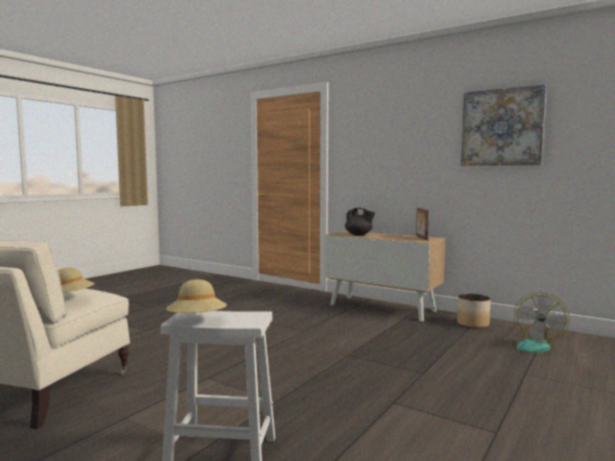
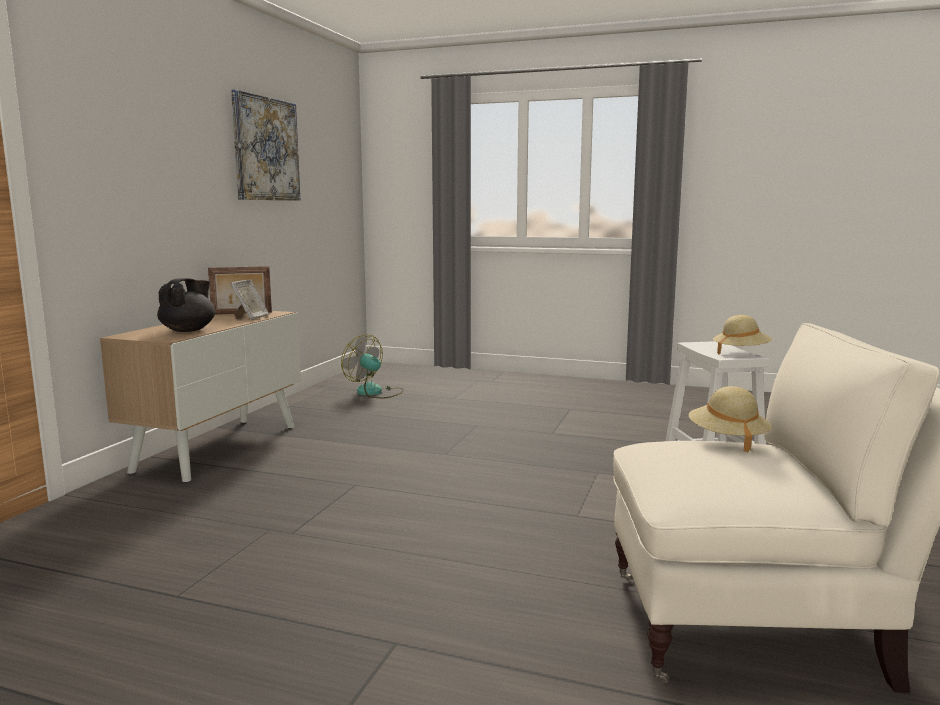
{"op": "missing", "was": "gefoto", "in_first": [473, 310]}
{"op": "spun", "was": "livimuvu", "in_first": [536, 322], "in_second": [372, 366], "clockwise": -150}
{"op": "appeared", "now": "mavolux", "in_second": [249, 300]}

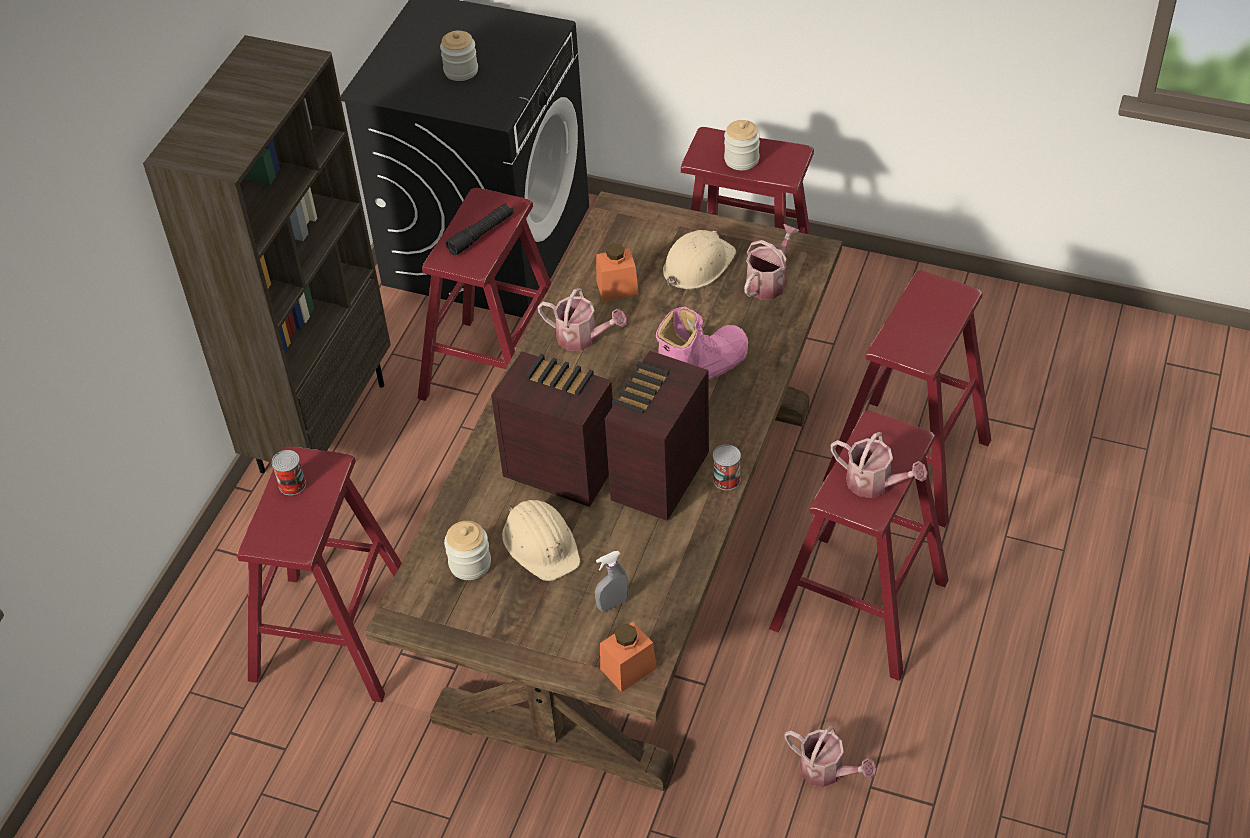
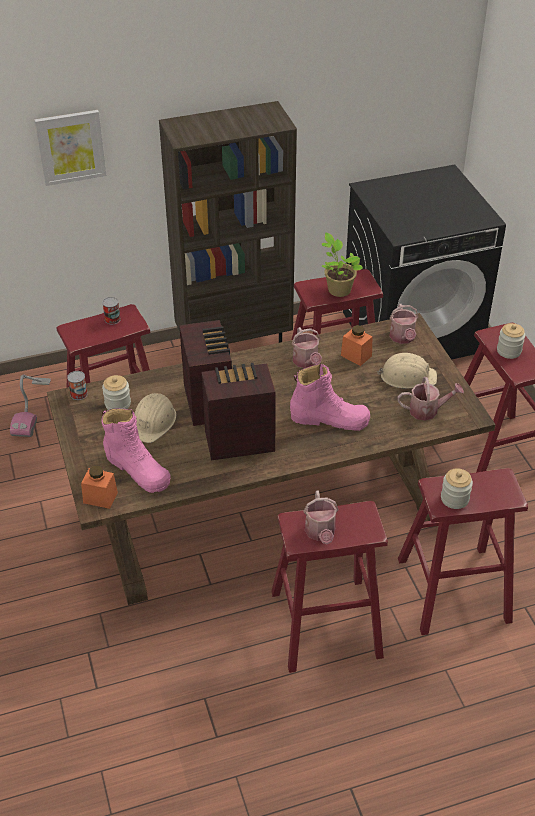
{"op": "relocated", "was": "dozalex", "in_first": [459, 56], "in_second": [457, 488]}
{"op": "exchanged", "was": "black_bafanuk", "now": "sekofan", "in_first": [479, 229], "in_second": [342, 264]}
{"op": "exchanged", "was": "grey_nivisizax", "now": "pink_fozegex", "in_first": [612, 581], "in_second": [136, 450]}
{"op": "relocated", "was": "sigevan", "in_first": [727, 467], "in_second": [77, 385]}
{"op": "relocated", "was": "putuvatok", "in_first": [830, 756], "in_second": [404, 324]}
{"op": "appeared", "now": "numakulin", "in_second": [30, 405]}
{"op": "appeared", "now": "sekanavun", "in_second": [71, 148]}

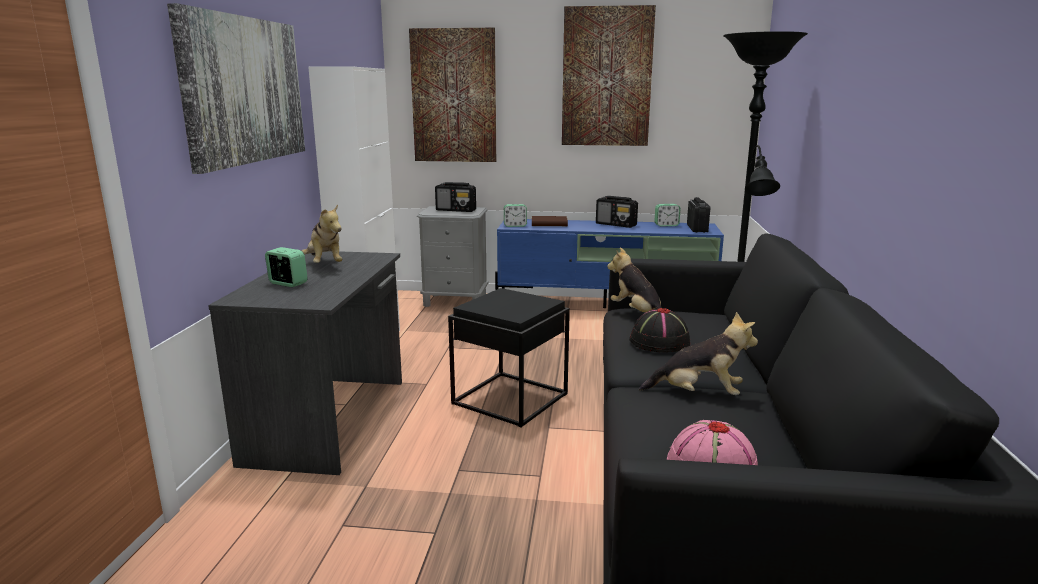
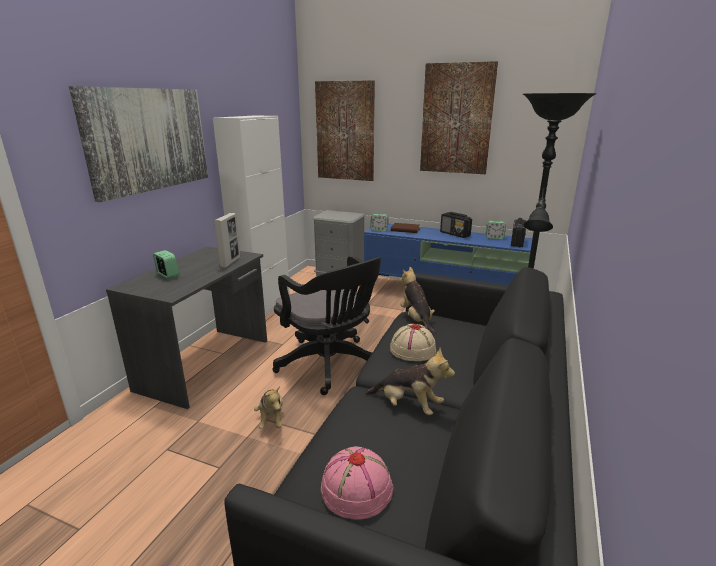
{"op": "relocated", "was": "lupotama", "in_first": [322, 233], "in_second": [268, 407]}
{"op": "missing", "was": "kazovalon", "in_first": [455, 197]}
{"op": "exchanged", "was": "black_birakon", "now": "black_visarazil", "in_first": [509, 358], "in_second": [326, 325]}
{"op": "colour", "was": "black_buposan", "now": "beige_buposan", "in_first": [659, 330], "in_second": [413, 342]}
{"op": "appeared", "now": "mavolux", "in_second": [227, 240]}

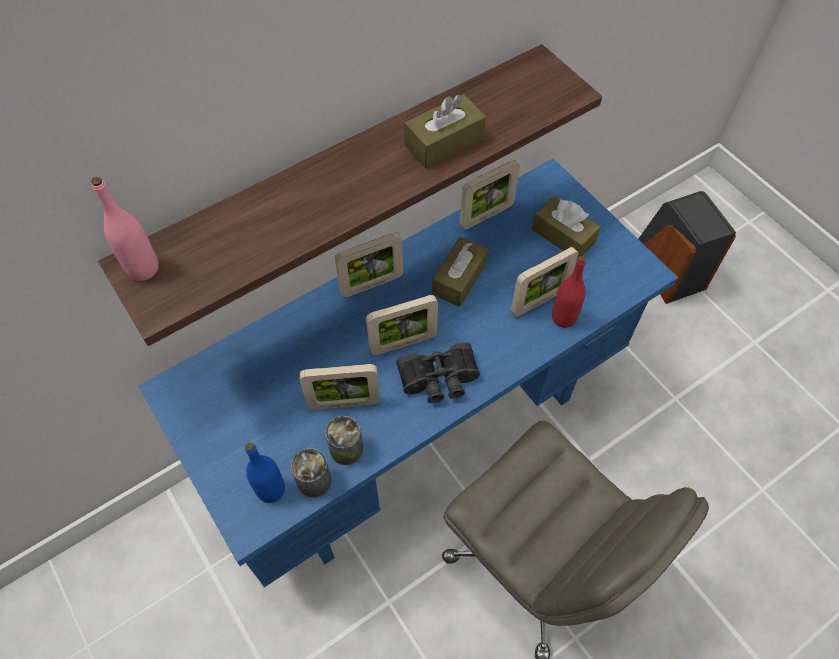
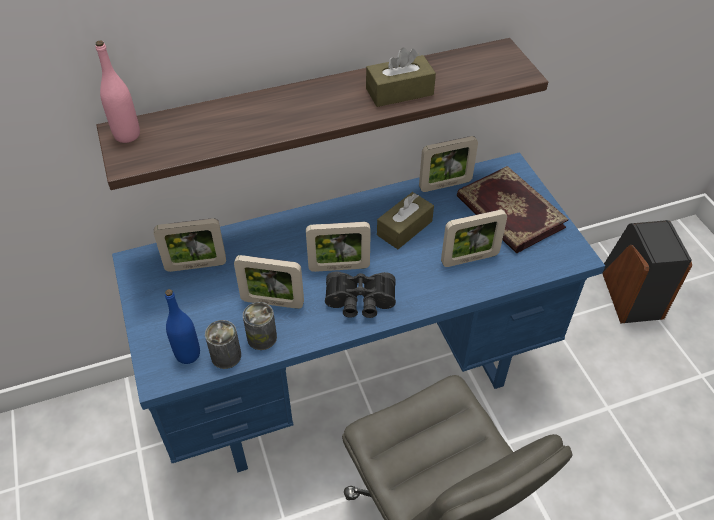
{"op": "relocated", "was": "mavolux", "in_first": [369, 265], "in_second": [190, 245]}
{"op": "exchanged", "was": "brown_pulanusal", "now": "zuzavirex", "in_first": [566, 228], "in_second": [513, 209]}
{"op": "missing", "was": "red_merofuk", "in_first": [569, 292]}

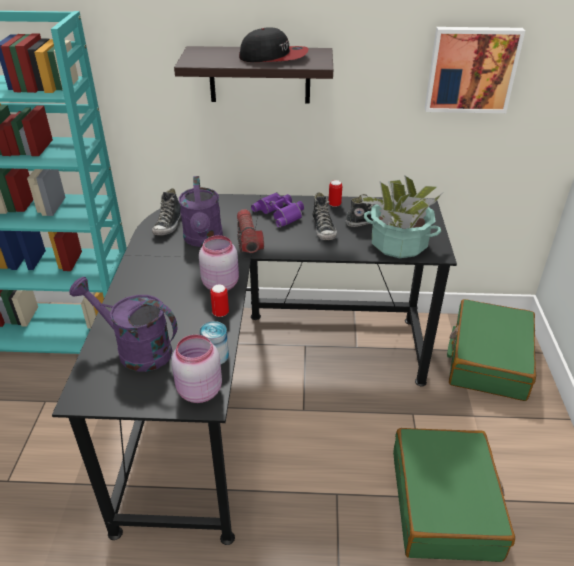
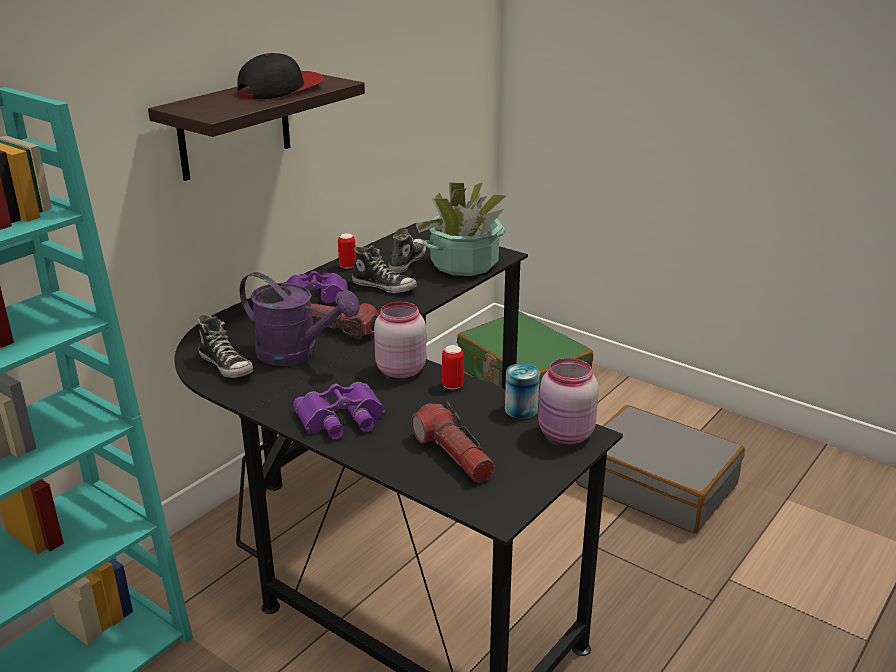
{"op": "exchanged", "was": "purple_putuvatok", "now": "bafanuk", "in_first": [123, 324], "in_second": [453, 442]}
{"op": "colour", "was": "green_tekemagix", "now": "grey_tekemagix", "in_first": [454, 495], "in_second": [660, 469]}
{"op": "missing", "was": "sekanavun", "in_first": [475, 70]}
{"op": "appeared", "now": "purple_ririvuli", "in_second": [339, 411]}

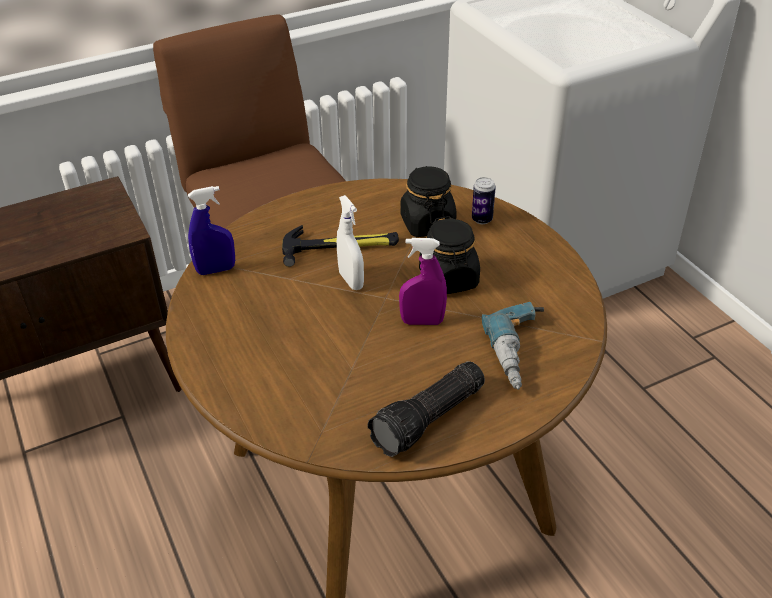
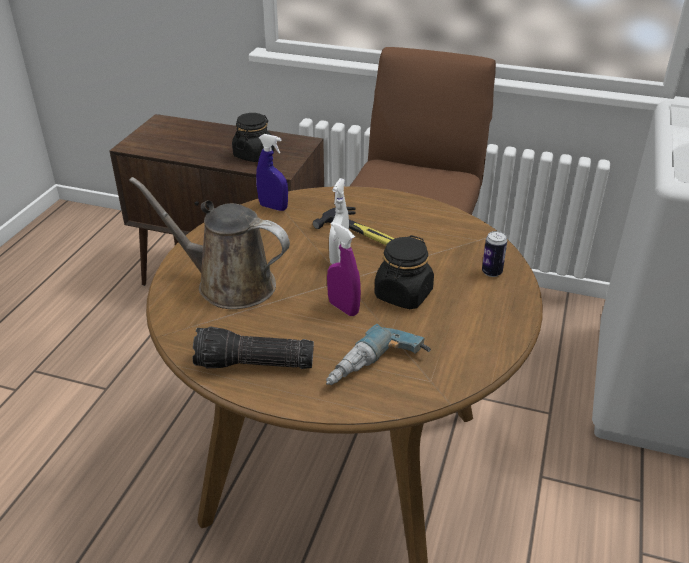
{"op": "relocated", "was": "black_dozalex", "in_first": [429, 201], "in_second": [253, 137]}
{"op": "appeared", "now": "brown_putuvatok", "in_second": [209, 243]}

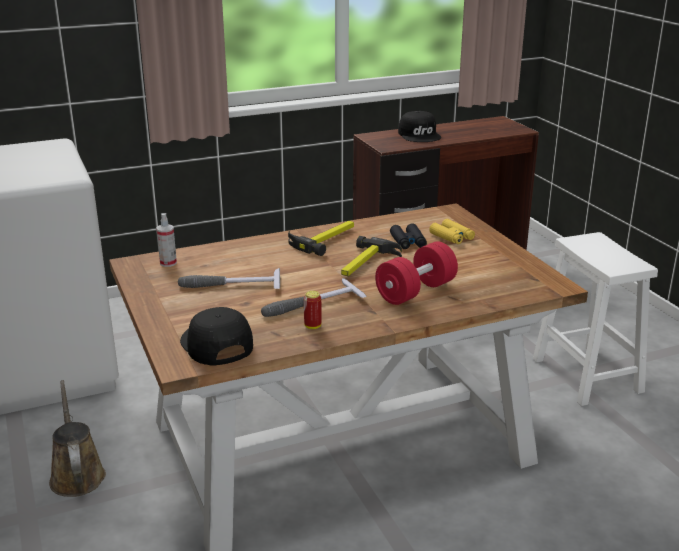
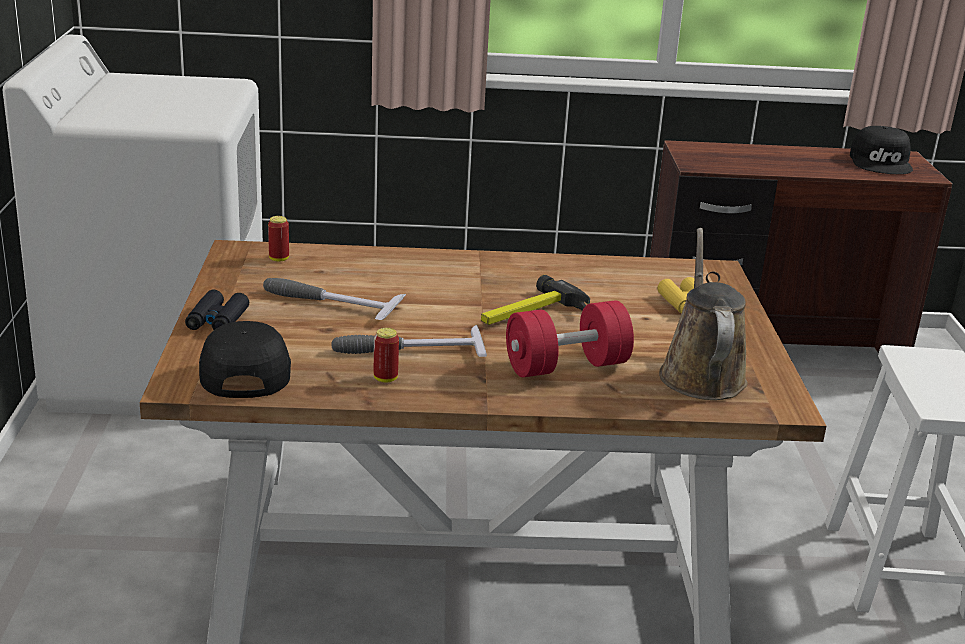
{"op": "relocated", "was": "brown_putuvatok", "in_first": [77, 438], "in_second": [703, 314]}
{"op": "exchanged", "was": "nivisizax", "now": "sigevan", "in_first": [166, 240], "in_second": [278, 239]}
{"op": "missing", "was": "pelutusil", "in_first": [321, 238]}
{"op": "relocated", "was": "black_ririvuli", "in_first": [408, 236], "in_second": [217, 310]}
{"op": "relocated", "was": "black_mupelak", "in_first": [419, 126], "in_second": [881, 150]}

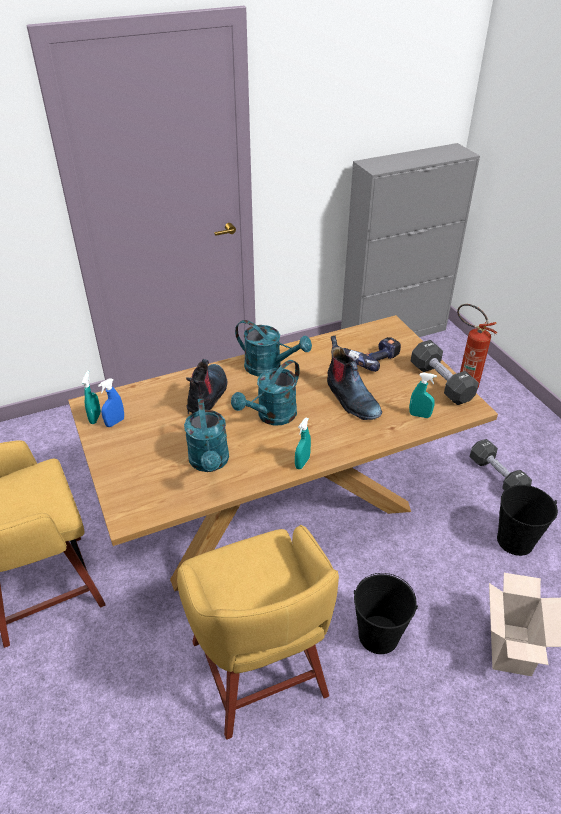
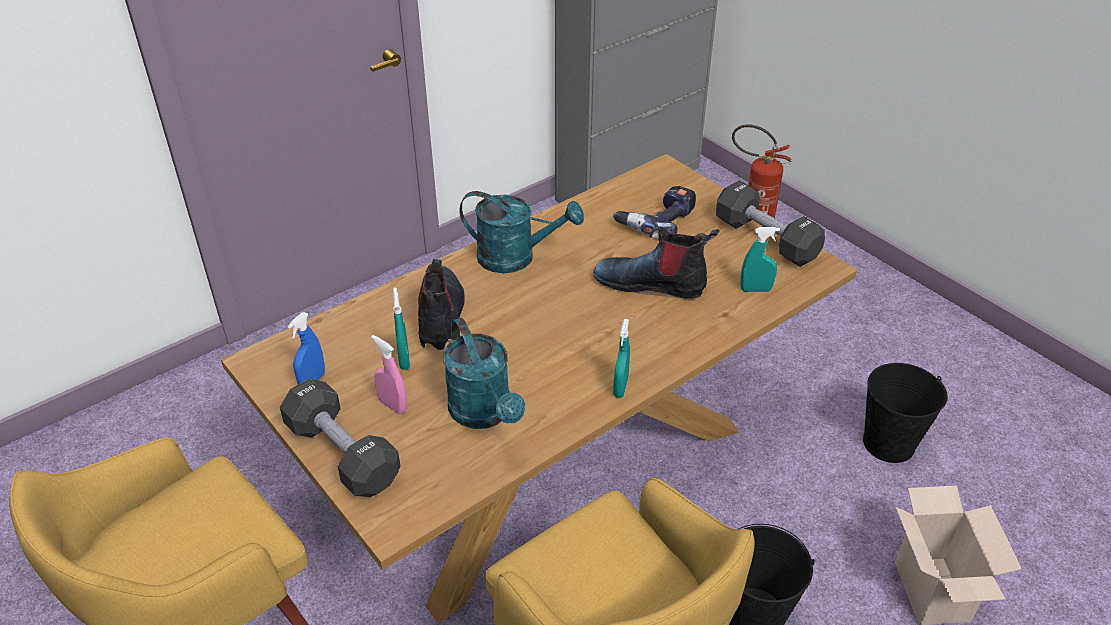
{"op": "relocated", "was": "turquoise_nivisizax", "in_first": [91, 397], "in_second": [401, 328]}
{"op": "missing", "was": "turquoise_putuvatok", "in_first": [265, 393]}
{"op": "spun", "was": "fozegex", "in_first": [354, 378], "in_second": [656, 262], "clockwise": 150}
{"op": "relocated", "was": "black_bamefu", "in_first": [501, 465], "in_second": [340, 437]}
{"op": "appeared", "now": "pink_nivisizax", "in_second": [389, 374]}

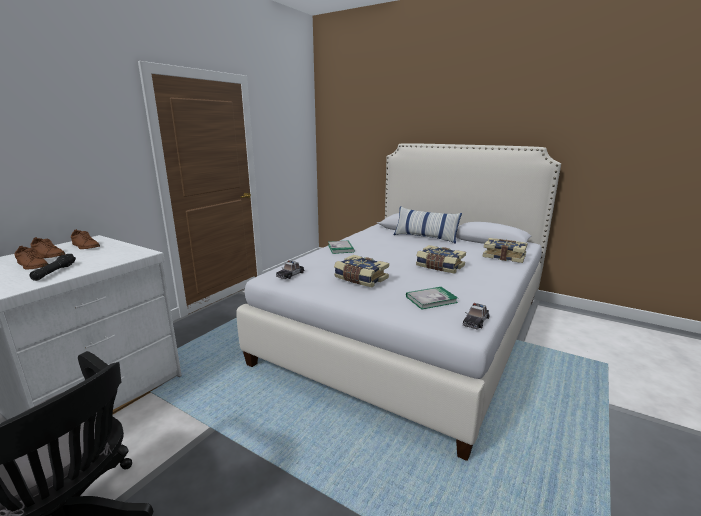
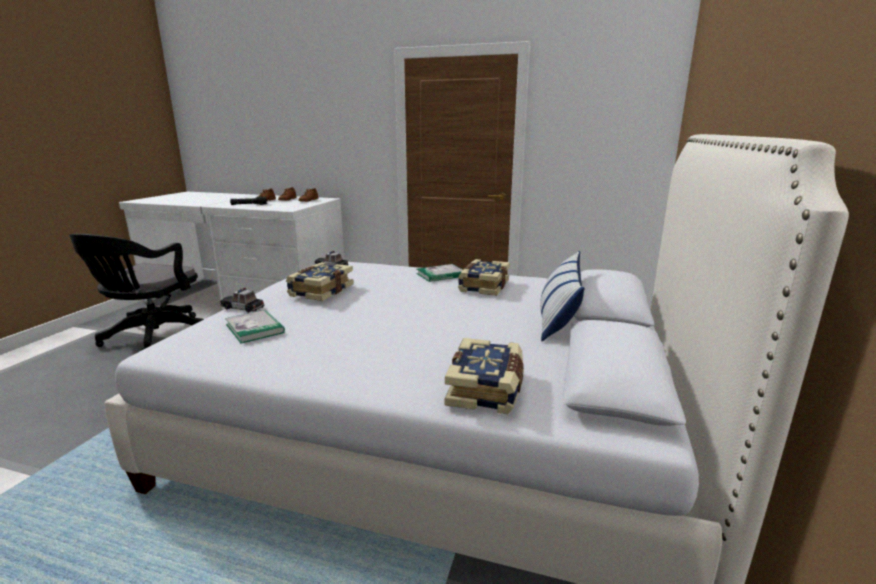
{"op": "relocated", "was": "zuzavirex", "in_first": [441, 259], "in_second": [484, 277]}
{"op": "relocated", "was": "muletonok", "in_first": [476, 316], "in_second": [242, 300]}

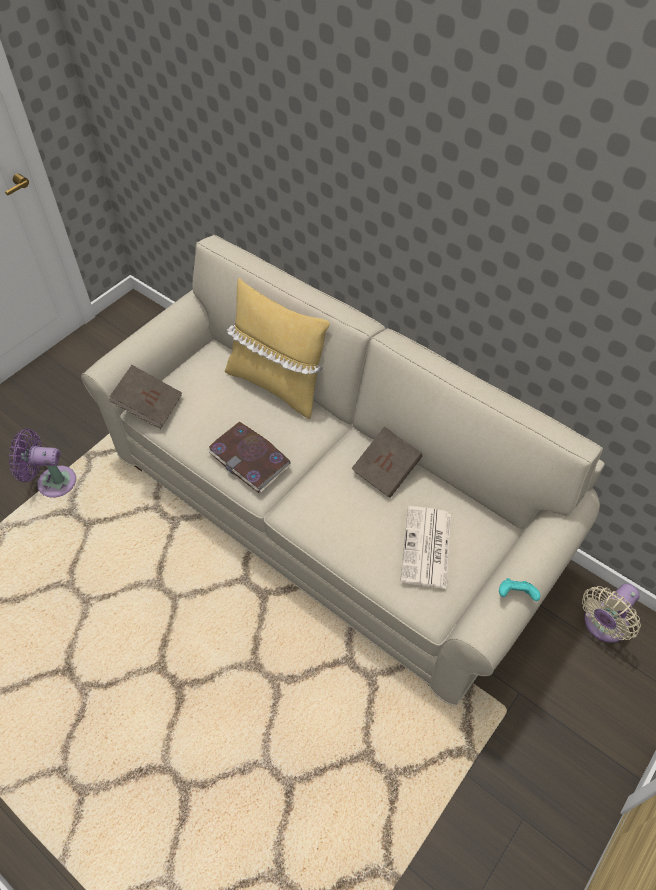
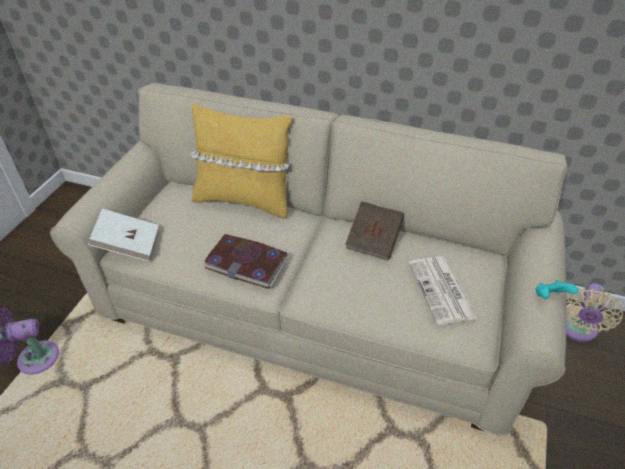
{"op": "colour", "was": "brown_zuzavirex", "now": "white_zuzavirex", "in_first": [145, 397], "in_second": [123, 235]}

